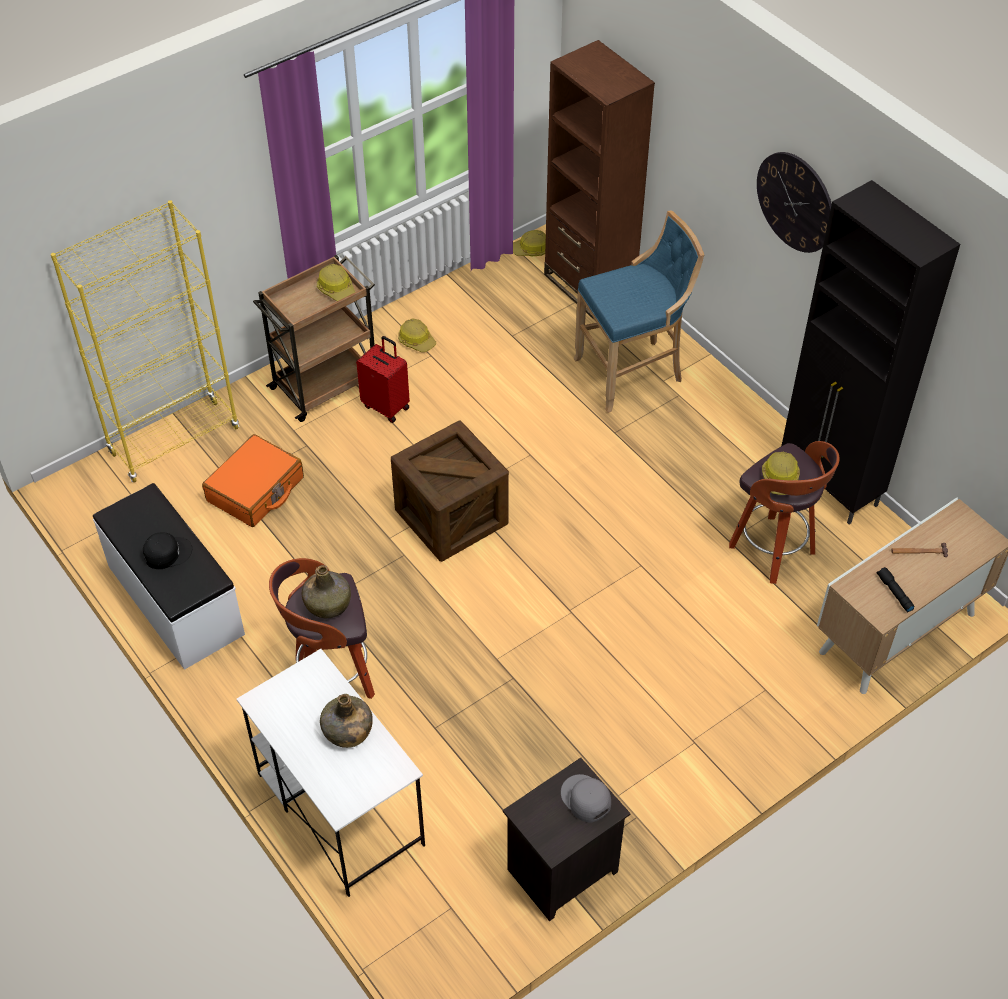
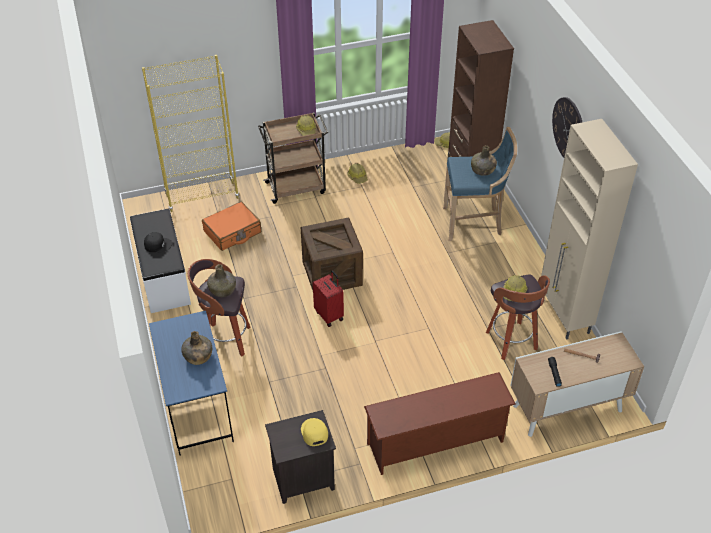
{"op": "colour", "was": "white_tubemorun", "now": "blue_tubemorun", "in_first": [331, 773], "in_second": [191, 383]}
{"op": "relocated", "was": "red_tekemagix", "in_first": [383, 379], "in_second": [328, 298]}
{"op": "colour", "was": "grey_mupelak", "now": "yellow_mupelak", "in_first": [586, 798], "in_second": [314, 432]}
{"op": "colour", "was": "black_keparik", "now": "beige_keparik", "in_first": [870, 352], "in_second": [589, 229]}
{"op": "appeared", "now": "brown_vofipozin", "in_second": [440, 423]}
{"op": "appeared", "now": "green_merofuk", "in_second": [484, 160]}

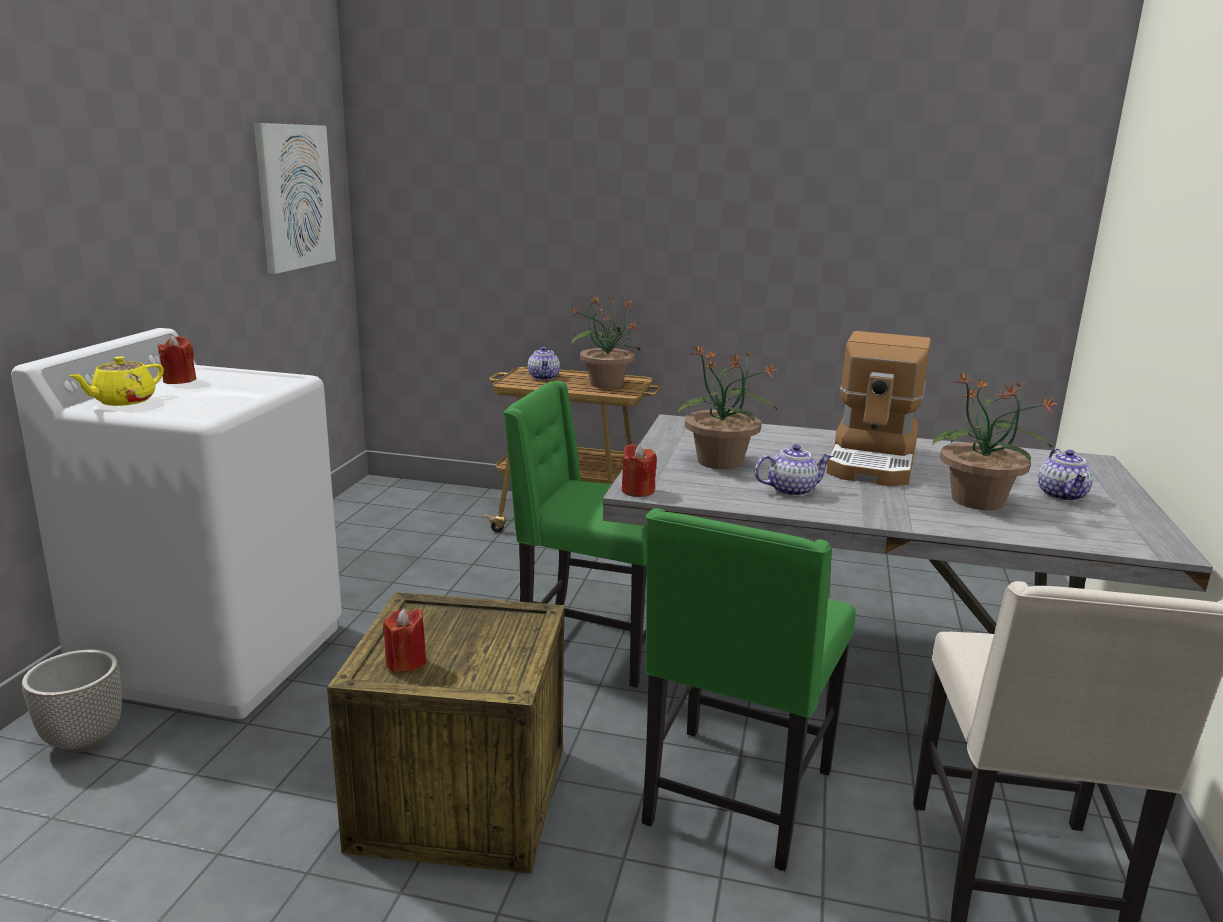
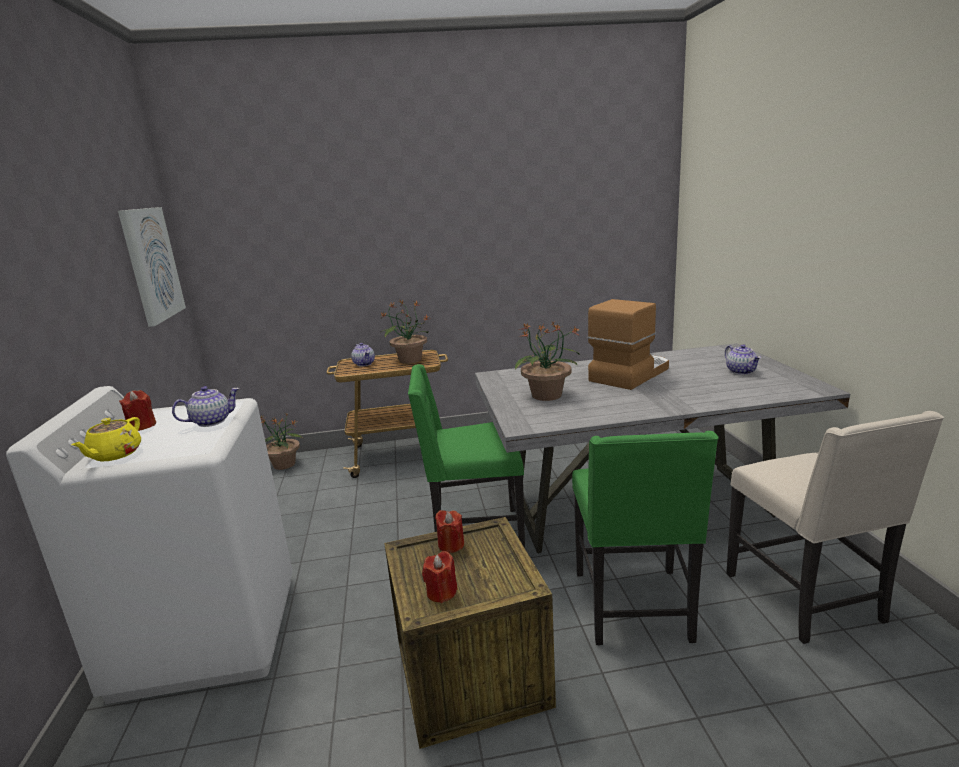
{"op": "missing", "was": "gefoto", "in_first": [72, 701]}
{"op": "relocated", "was": "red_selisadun", "in_first": [639, 470], "in_second": [449, 531]}
{"op": "relocated", "was": "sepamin", "in_first": [794, 470], "in_second": [205, 406]}
{"op": "spun", "was": "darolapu", "in_first": [878, 408], "in_second": [628, 344], "clockwise": -135}
{"op": "relocated", "was": "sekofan", "in_first": [995, 442], "in_second": [281, 441]}

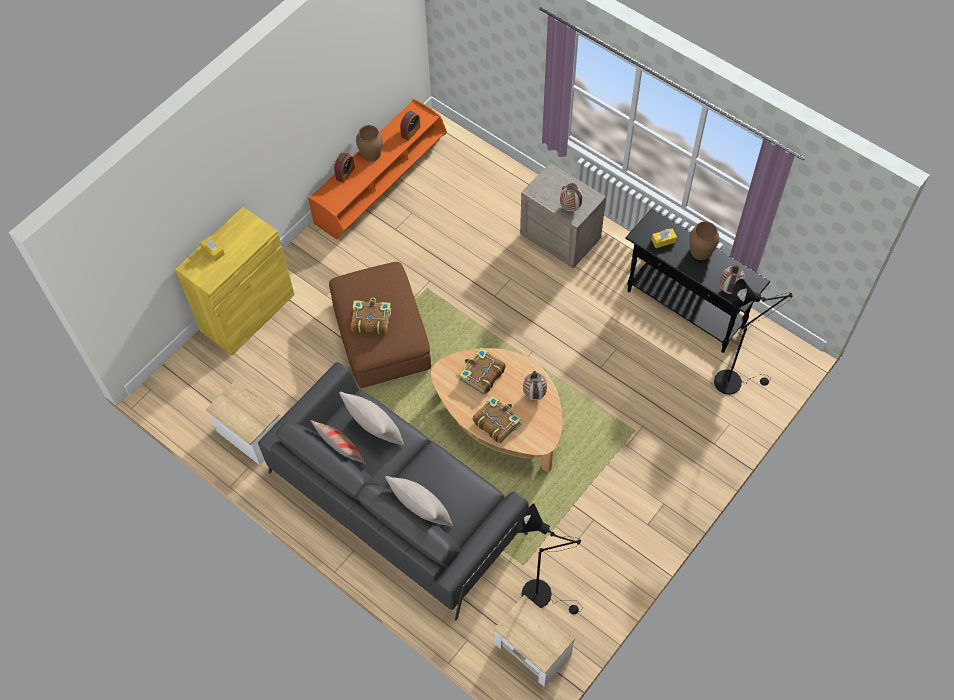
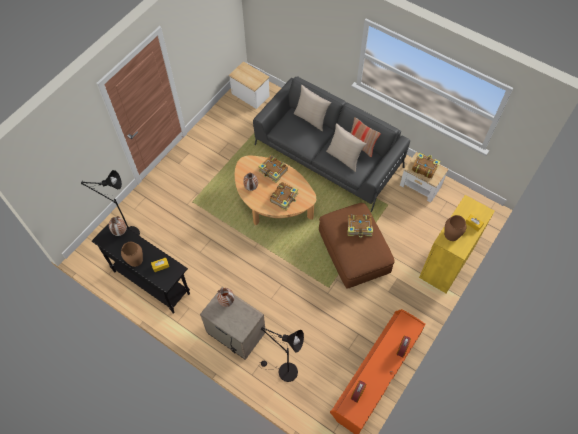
{"op": "relocated", "was": "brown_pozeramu", "in_first": [369, 143], "in_second": [455, 228]}
{"op": "relocated", "was": "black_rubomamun", "in_first": [550, 558], "in_second": [281, 354]}
{"op": "appeared", "now": "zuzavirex", "in_second": [426, 166]}

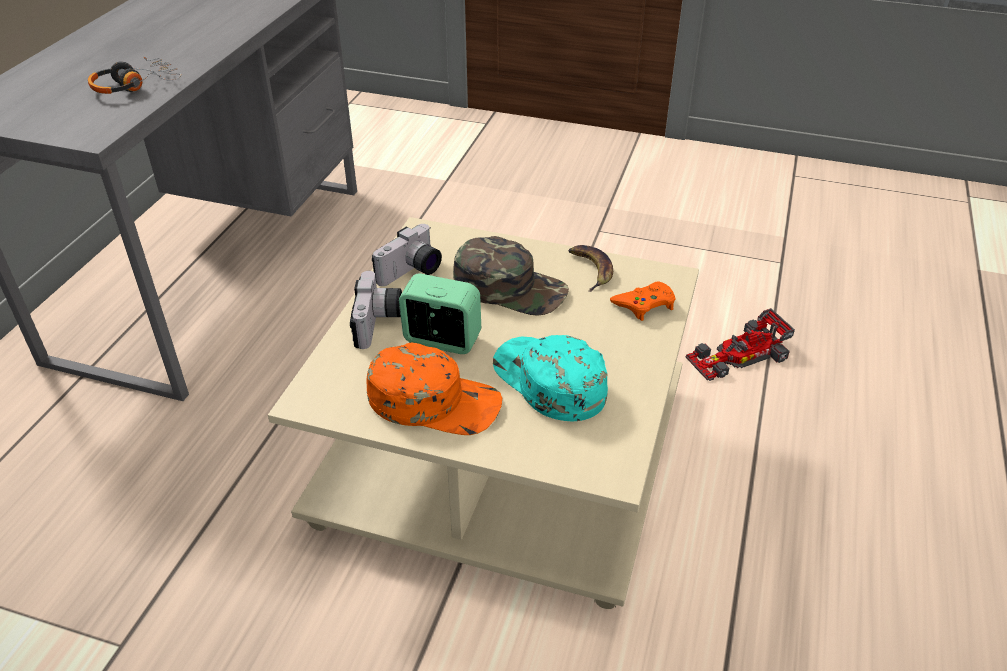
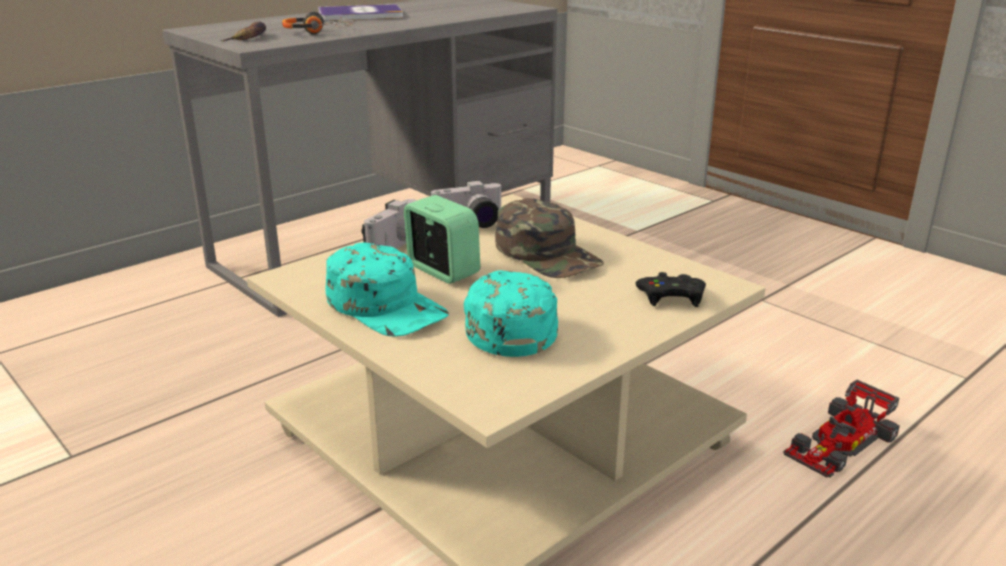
{"op": "colour", "was": "orange_mupelak", "now": "turquoise_mupelak", "in_first": [434, 388], "in_second": [387, 290]}
{"op": "relocated", "was": "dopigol", "in_first": [590, 268], "in_second": [243, 31]}
{"op": "colour", "was": "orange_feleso", "now": "black_feleso", "in_first": [643, 301], "in_second": [670, 289]}
{"op": "spun", "was": "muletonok", "in_first": [740, 344], "in_second": [841, 428], "clockwise": -45}
{"op": "appeared", "now": "zuzavirex", "in_second": [360, 12]}

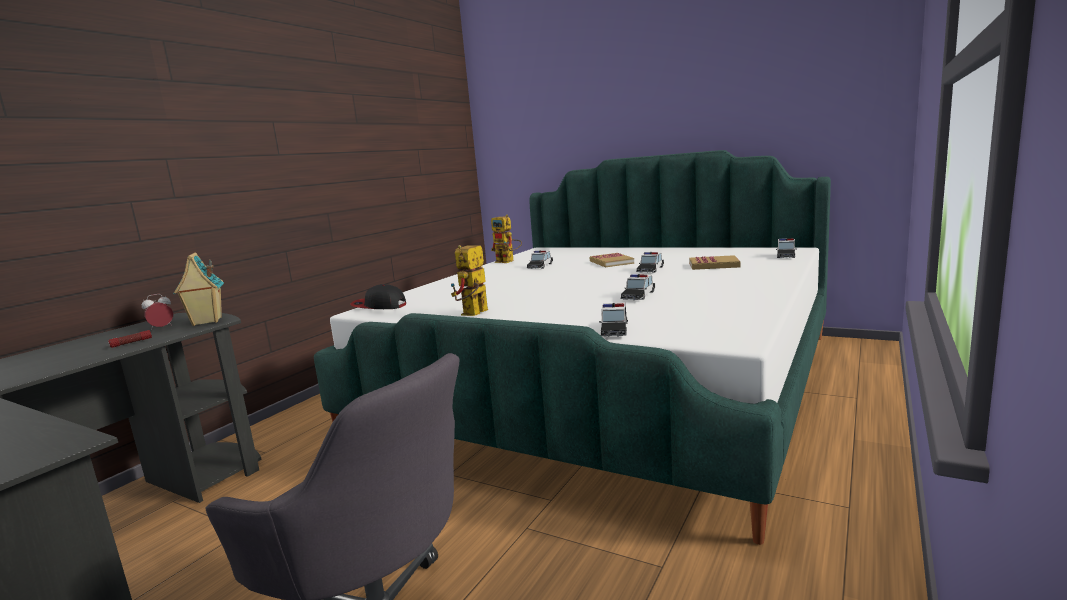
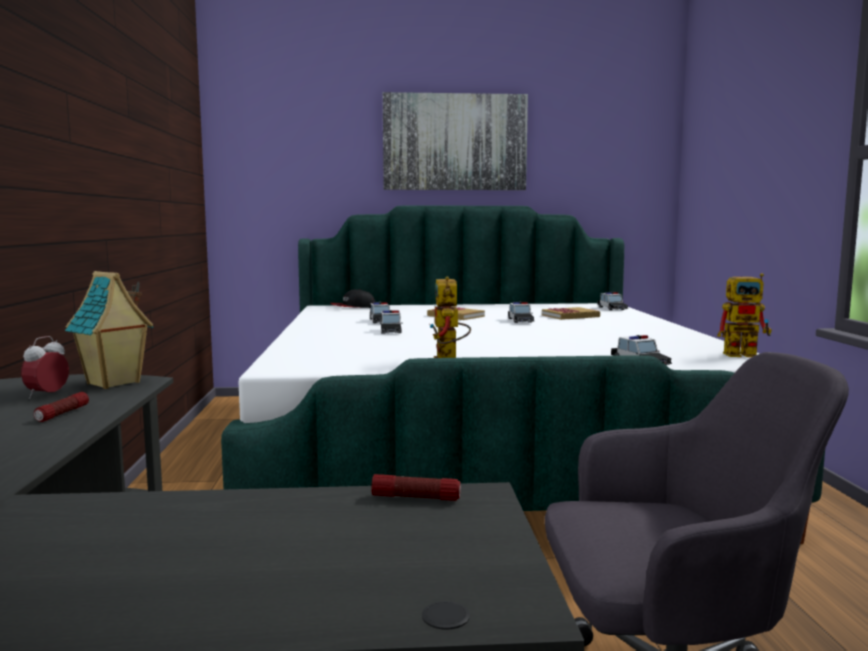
{"op": "relocated", "was": "mupelak", "in_first": [378, 296], "in_second": [353, 298]}
{"op": "relocated", "was": "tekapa", "in_first": [506, 239], "in_second": [744, 315]}
{"op": "relocated", "was": "muletonok", "in_first": [637, 287], "in_second": [391, 322]}
{"op": "appeared", "now": "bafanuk", "in_second": [416, 487]}
{"op": "appeared", "now": "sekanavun", "in_second": [455, 141]}

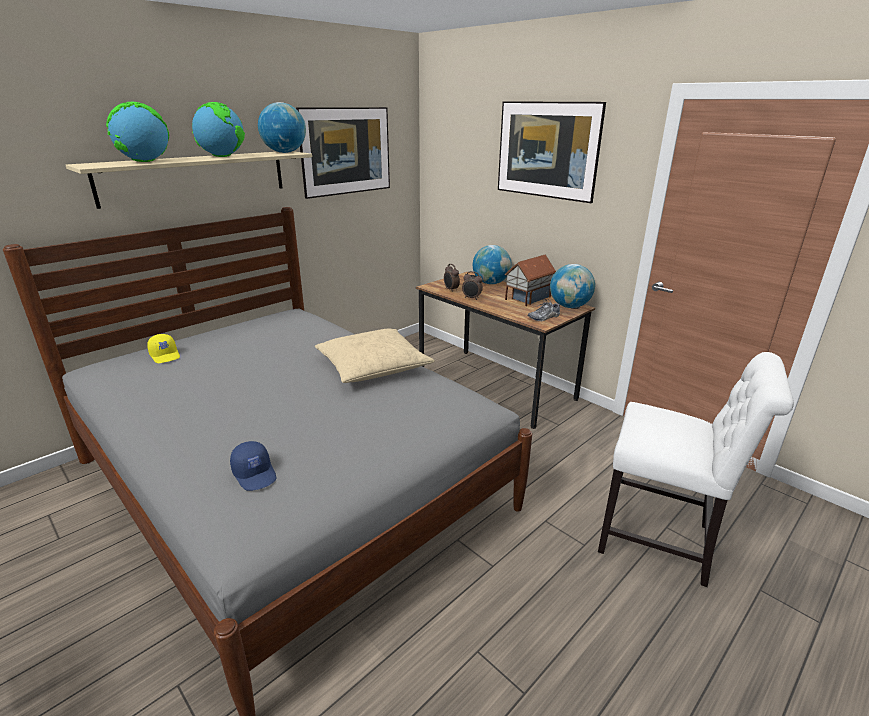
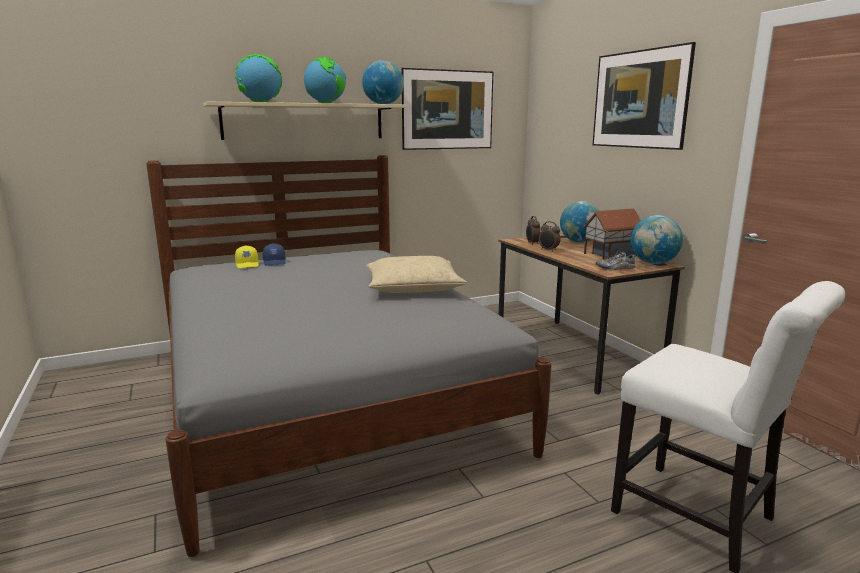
{"op": "relocated", "was": "blue_mupelak", "in_first": [253, 466], "in_second": [274, 254]}

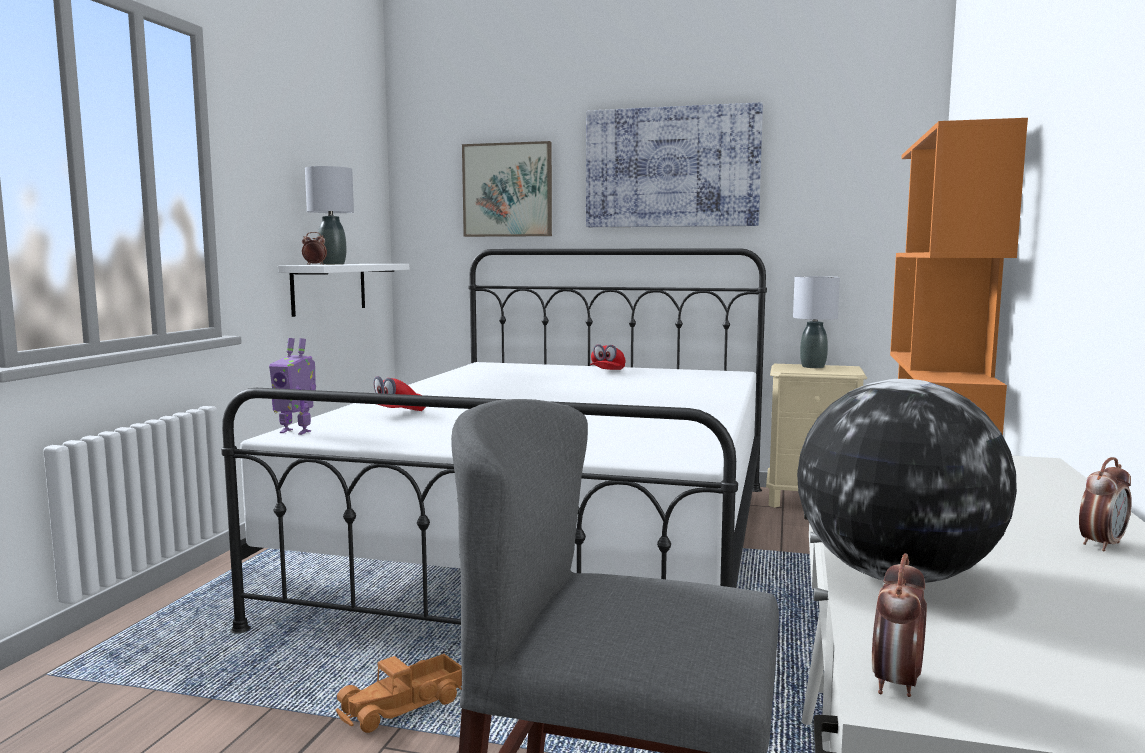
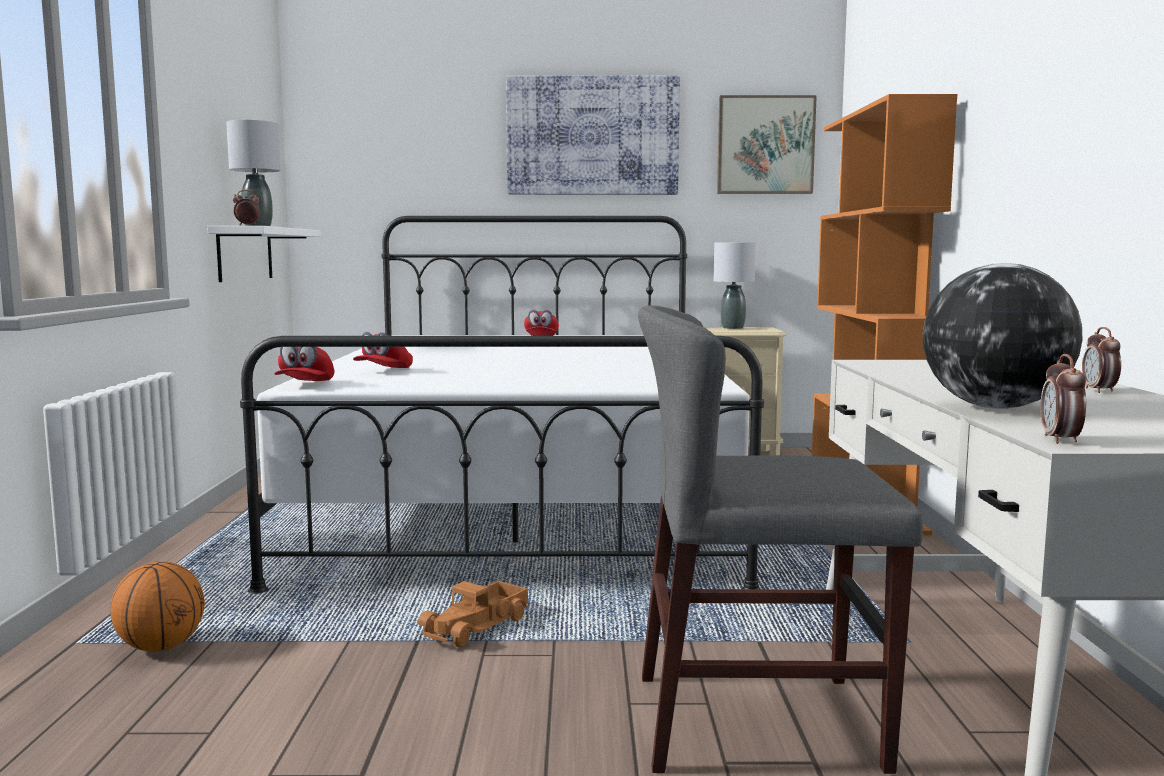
{"op": "exchanged", "was": "tekapa", "now": "red_mupelak", "in_first": [292, 386], "in_second": [304, 364]}
{"op": "relocated", "was": "sekanavun", "in_first": [507, 189], "in_second": [767, 144]}
{"op": "spun", "was": "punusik", "in_first": [1105, 504], "in_second": [1101, 360], "clockwise": 150}
{"op": "appeared", "now": "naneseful", "in_second": [157, 606]}

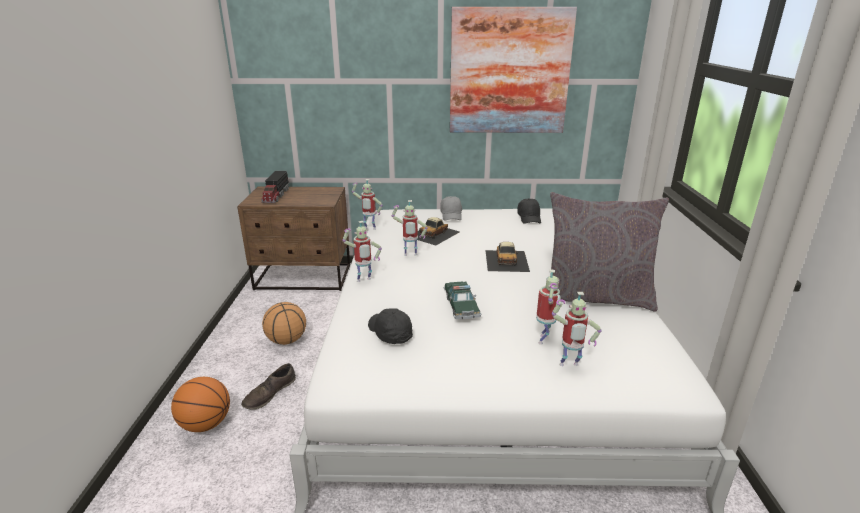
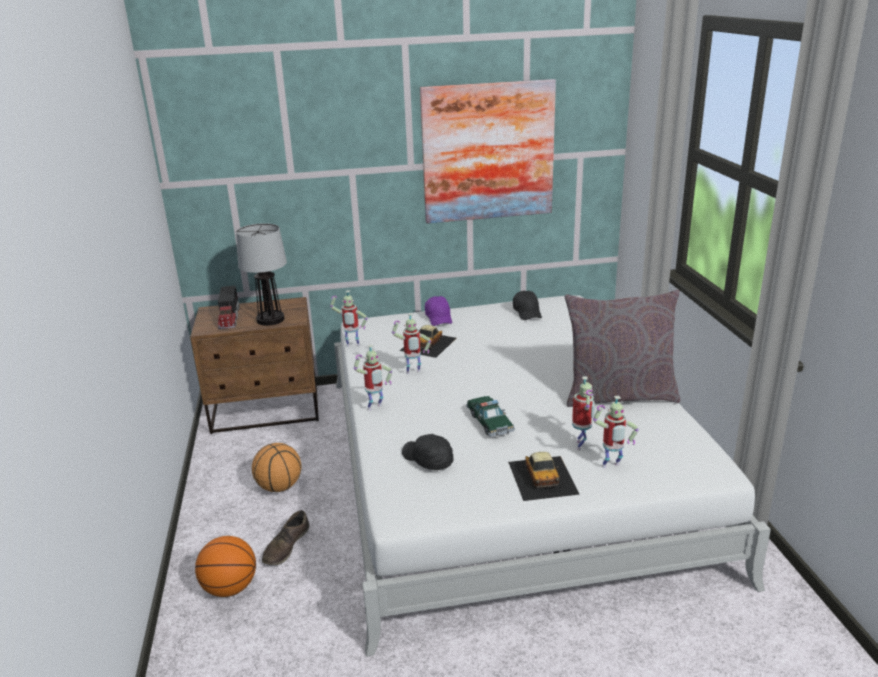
{"op": "colour", "was": "grey_mupelak", "now": "purple_mupelak", "in_first": [451, 208], "in_second": [438, 311]}
{"op": "relocated", "was": "muletonok", "in_first": [507, 257], "in_second": [544, 476]}
{"op": "appeared", "now": "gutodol", "in_second": [261, 274]}

